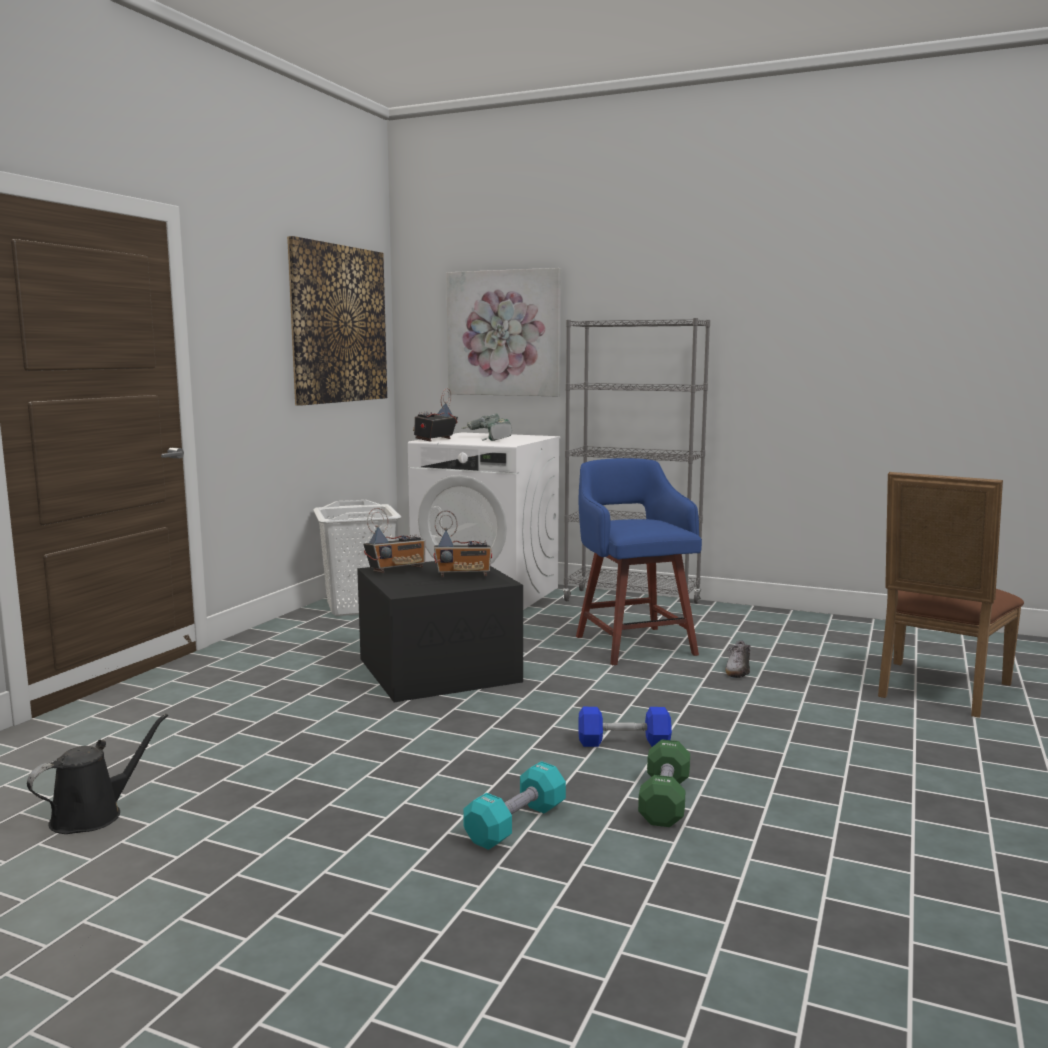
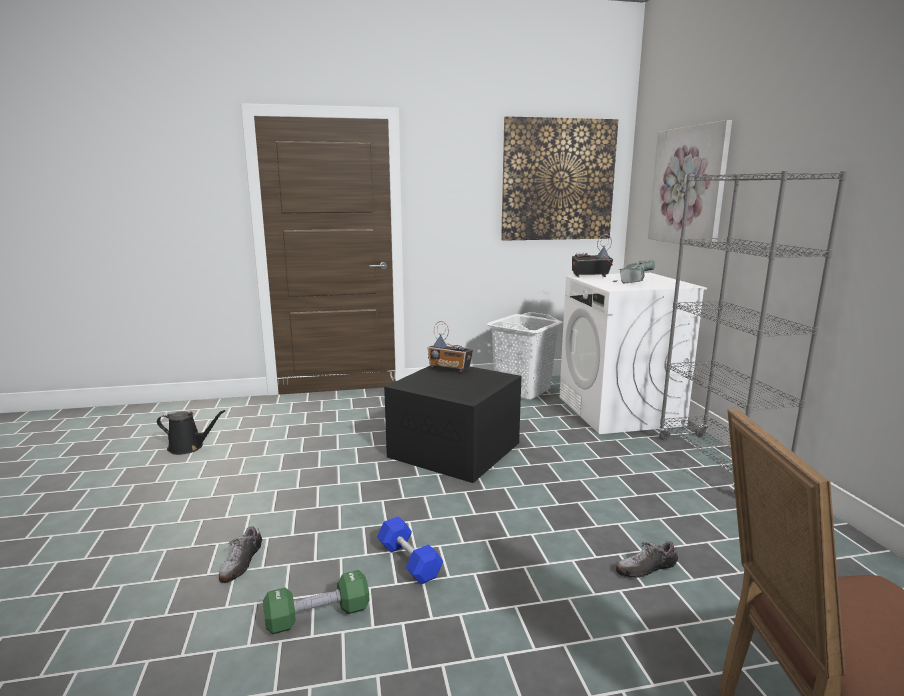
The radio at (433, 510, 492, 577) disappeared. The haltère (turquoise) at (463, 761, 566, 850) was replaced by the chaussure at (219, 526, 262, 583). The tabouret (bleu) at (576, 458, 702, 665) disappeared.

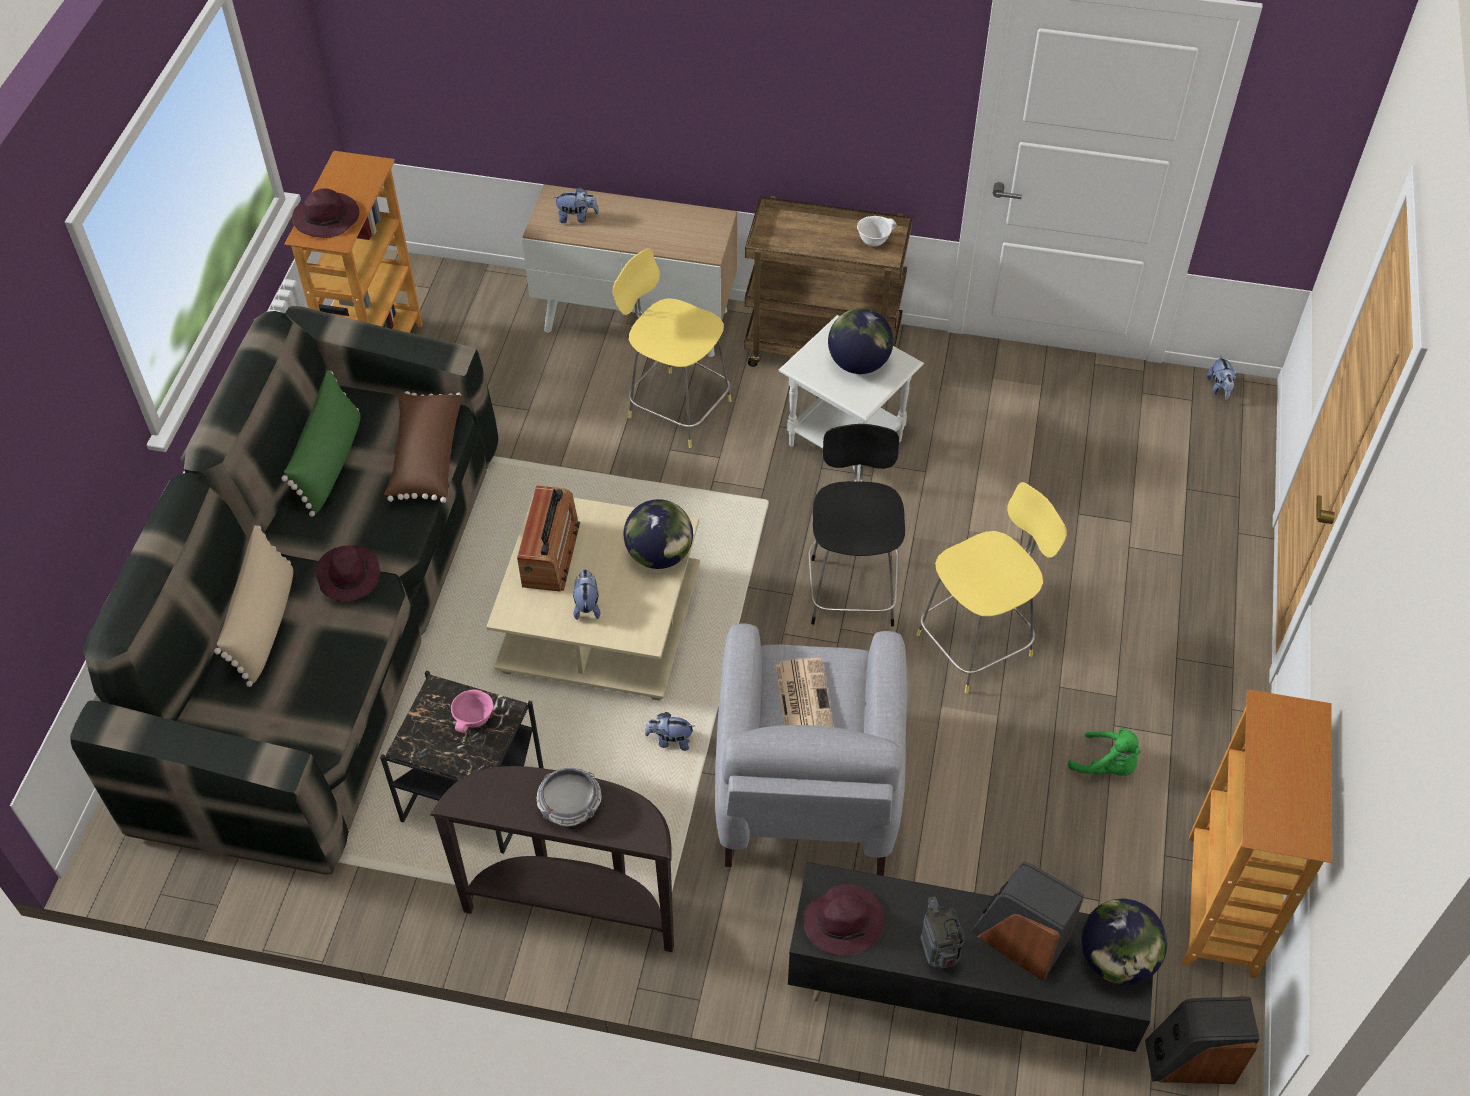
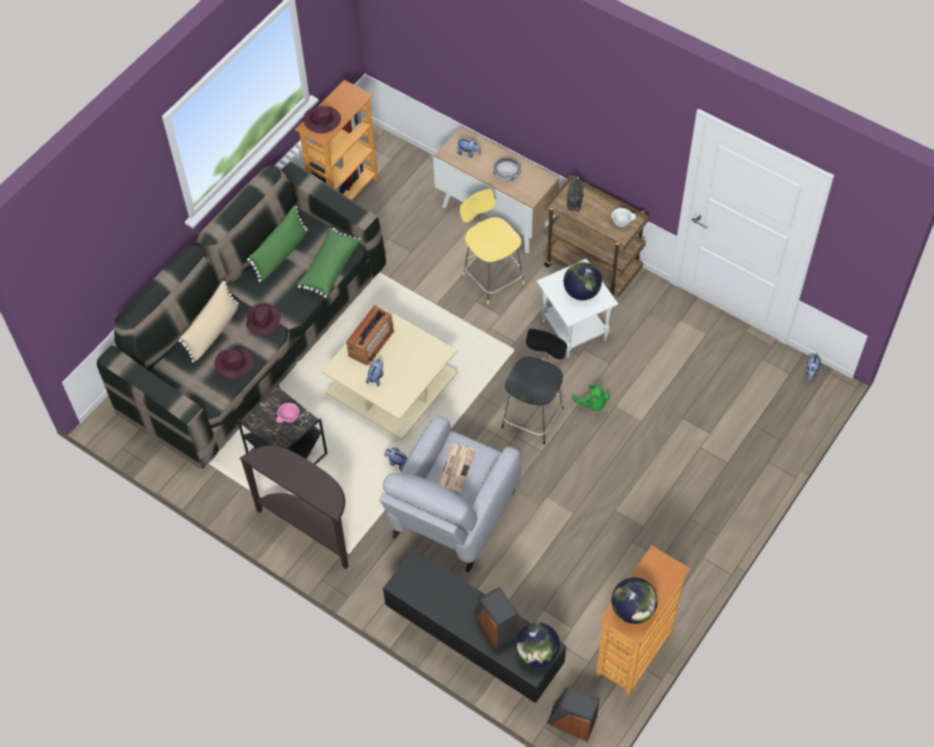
The coussin (marron) at (384, 391, 463, 503) became the coussin (vert) at (297, 228, 361, 298). The bol moved from (537, 768, 602, 827) to (493, 158, 521, 182). The globe moved from (624, 499, 693, 569) to (612, 578, 658, 624). The chapeau (violet) moved from (803, 884, 885, 956) to (214, 348, 254, 379). The tabouret (jaune) at (916, 482, 1067, 693) disappeared. The radio moved from (920, 897, 965, 969) to (567, 175, 584, 212). The peluche (vert) moved from (1068, 728, 1140, 776) to (572, 384, 610, 411).

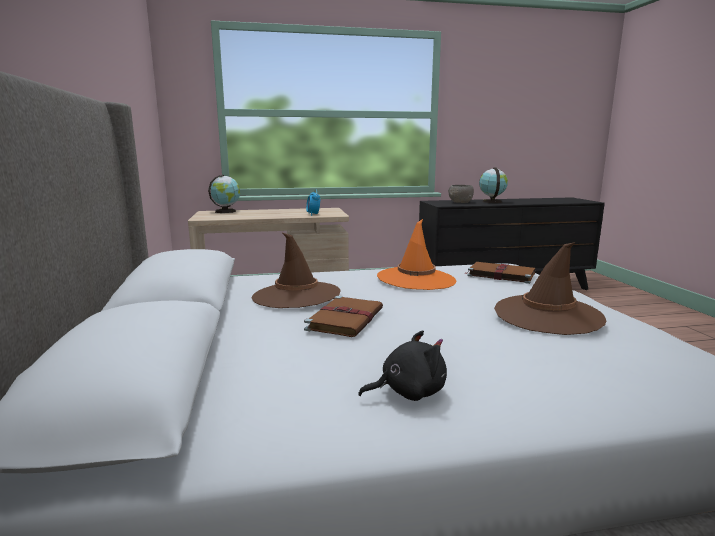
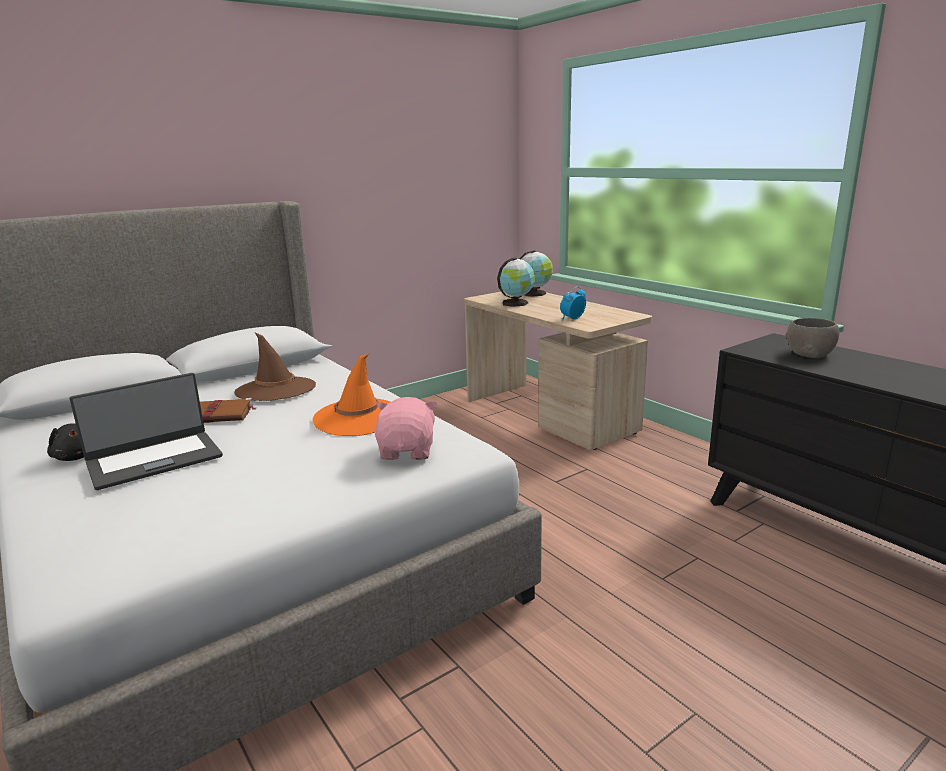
The livre (marron) at (463, 262, 536, 284) was replaced by the peluche (rose) at (375, 397, 437, 460). The globe moved from (479, 168, 508, 203) to (497, 257, 535, 307). The chapeau (marron) at (494, 242, 606, 335) disappeared. The ordinateur portable at (69, 373, 223, 490) appeared.

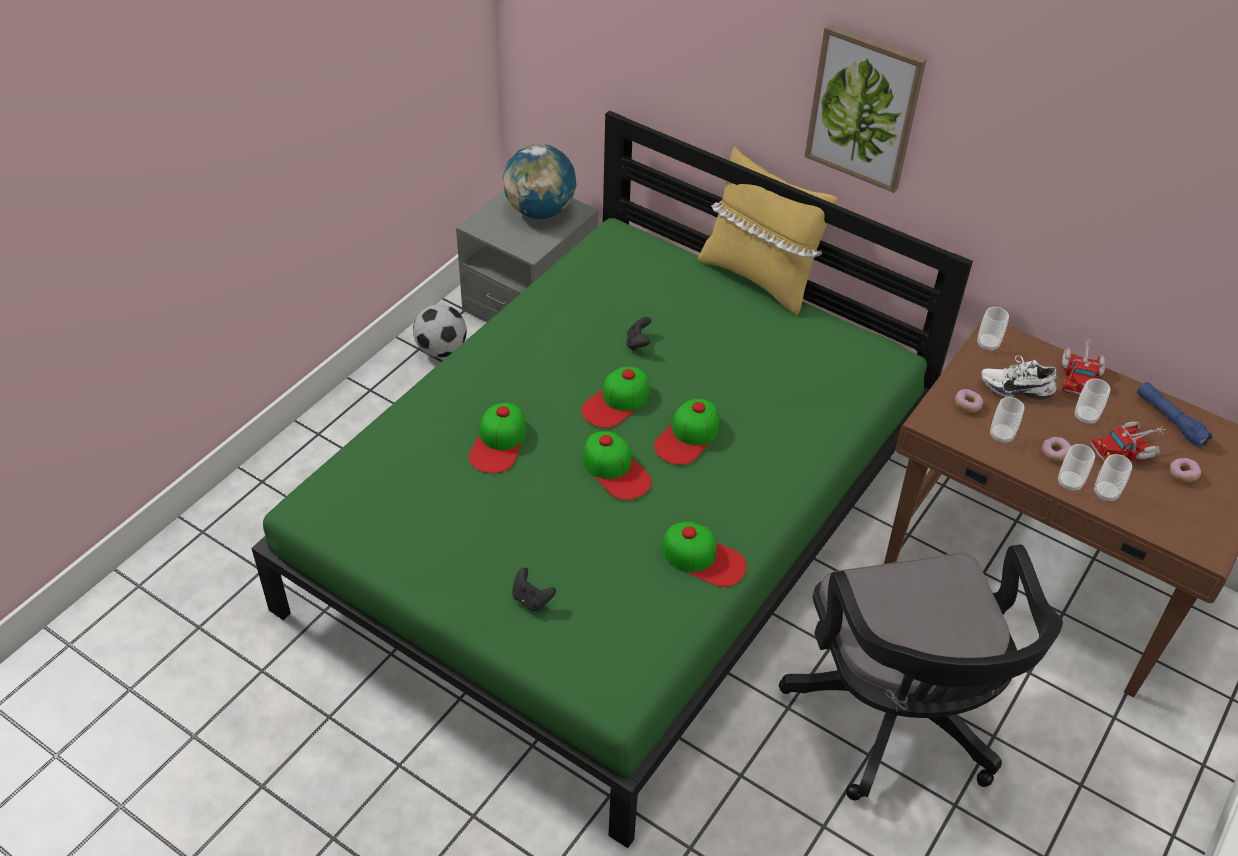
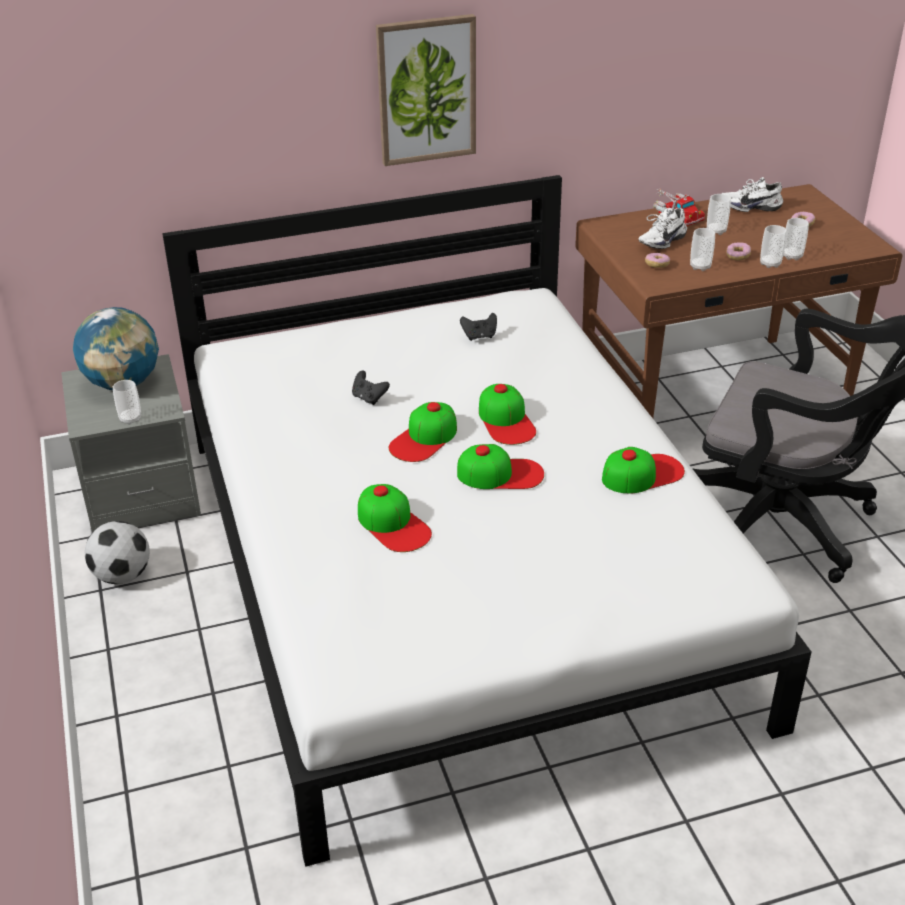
The lit (vert) at (251, 110, 973, 848) became the lit (blanc) at (162, 175, 812, 867). The manette (noir) moved from (512, 567, 556, 611) to (460, 313, 497, 341). The casquette at (581, 367, 649, 428) turned 45 degrees clockwise. The coussin (jaune) at (697, 147, 837, 316) disappeared. The tasse moved from (977, 307, 1009, 352) to (113, 380, 141, 425). The camion jouet at (1090, 421, 1166, 462) disappeared. The lampe de poche (bleu) at (1137, 382, 1213, 448) was replaced by the chaussure (blanc) at (722, 177, 783, 212).

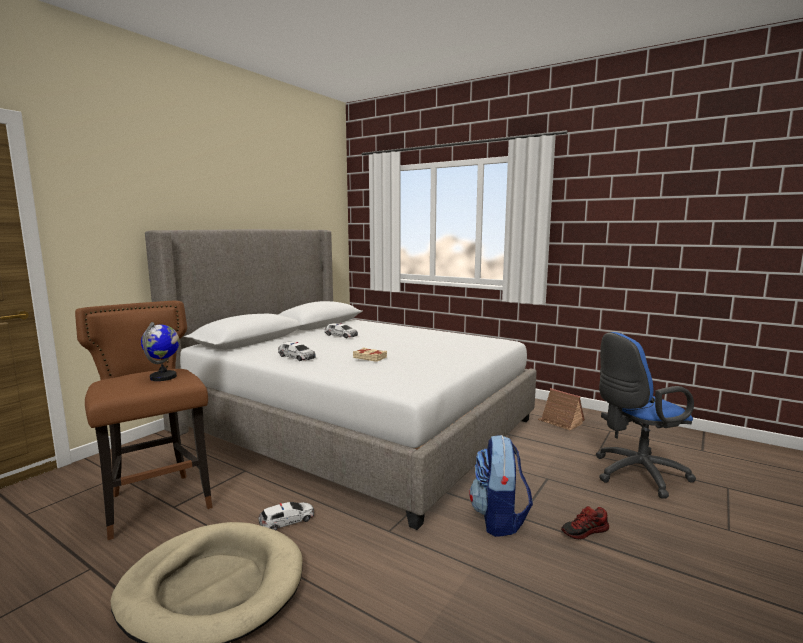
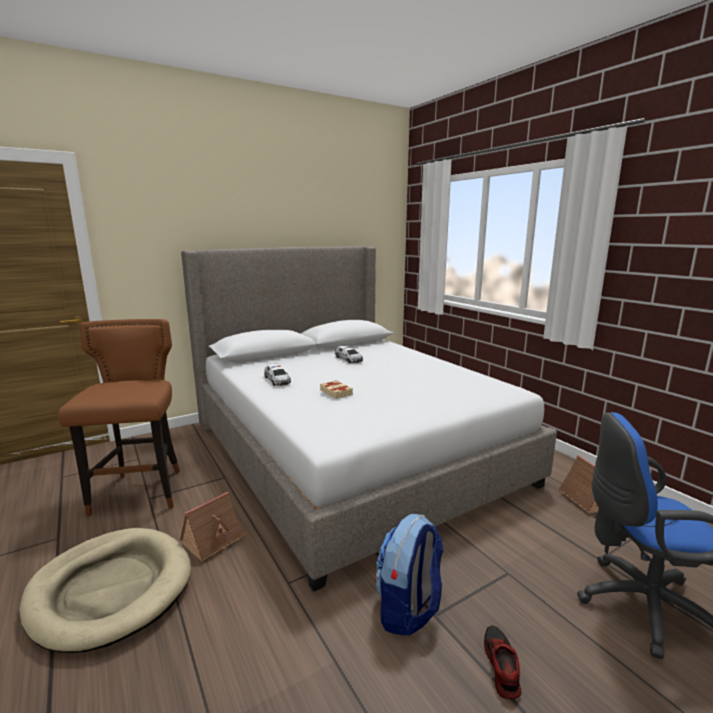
The globe at (141, 322, 180, 381) disappeared. The petite voiture at (258, 502, 314, 530) was replaced by the maison miniature at (180, 492, 248, 562). The chaussure at (561, 506, 609, 540) turned 90 degrees clockwise.

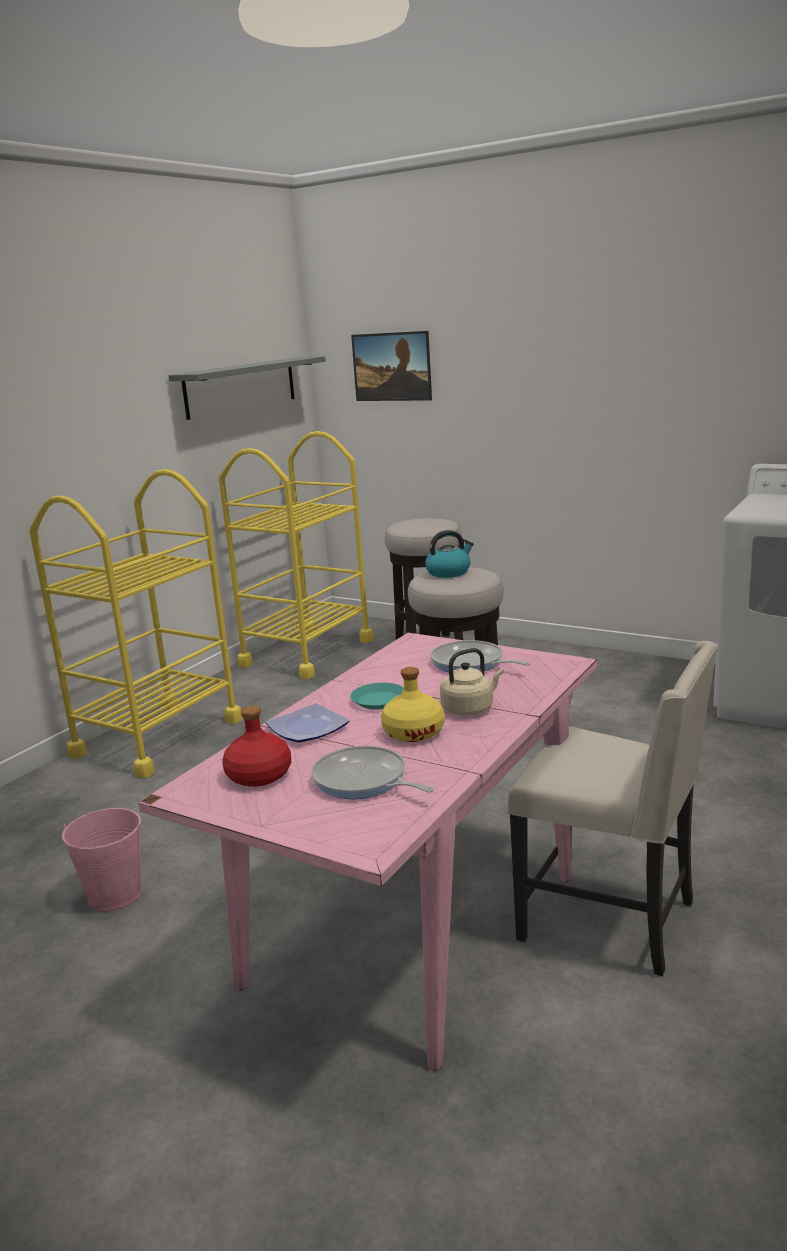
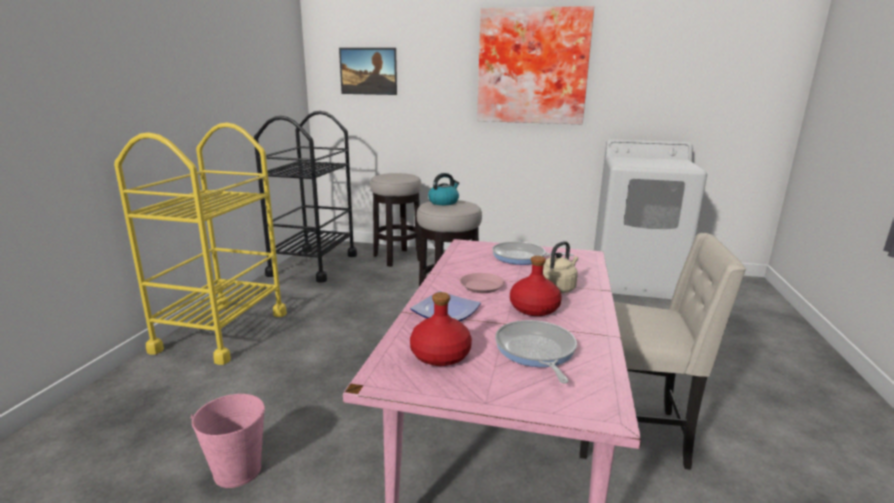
The étagère (gris) at (168, 356, 326, 420) disappeared. The chariot (jaune) at (219, 431, 374, 679) became the chariot (noir) at (254, 111, 357, 283). The poêle at (311, 746, 434, 799) turned 60 degrees clockwise. The assiette (turquoise) at (350, 683, 404, 709) became the assiette (rose) at (460, 273, 505, 293). The bouteille (jaune) at (381, 667, 445, 742) became the bouteille (rouge) at (510, 256, 562, 316). The tableau at (477, 6, 594, 124) appeared.

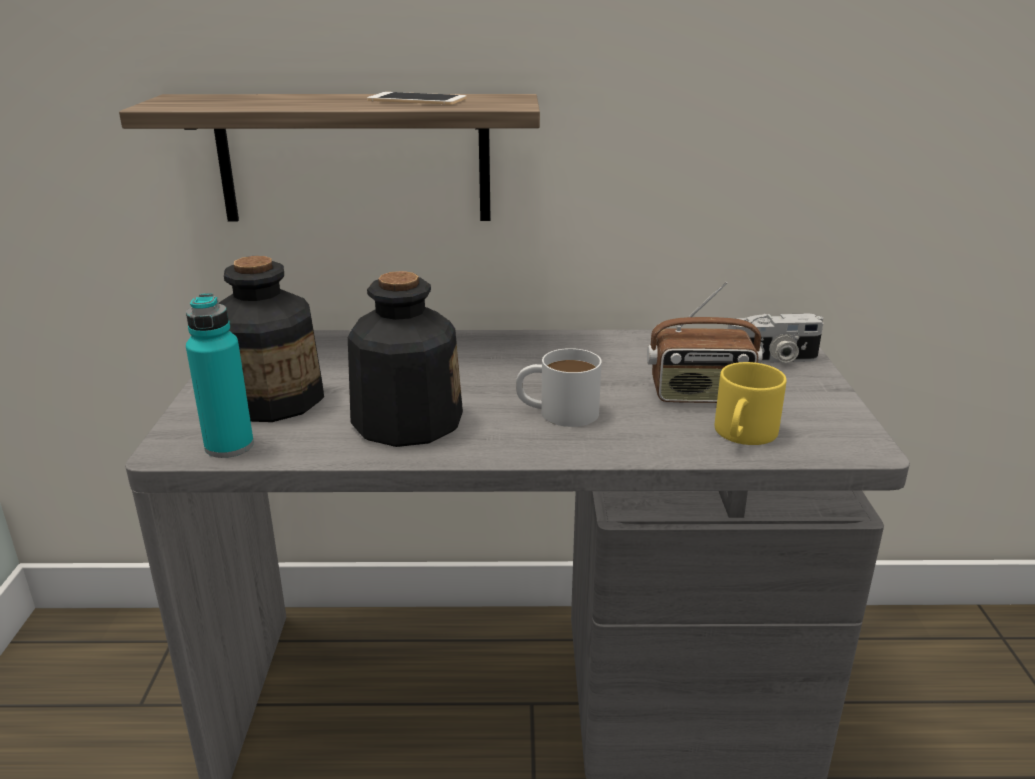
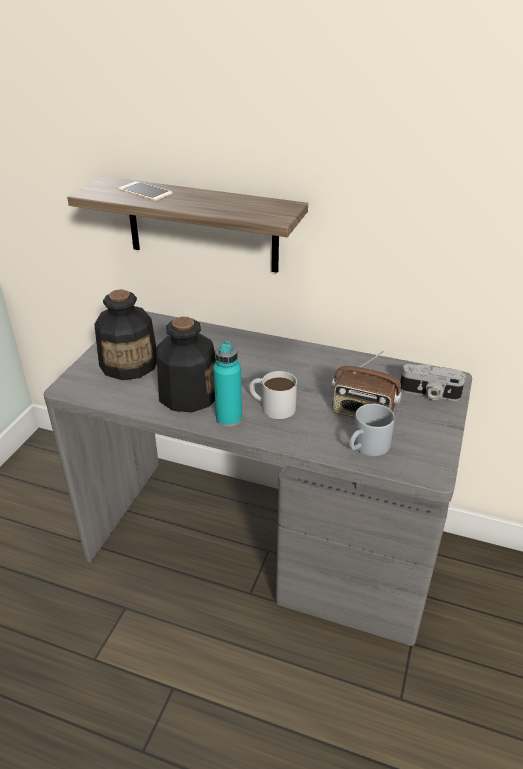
The bouteille (turquoise) moved from (186, 293, 254, 458) to (213, 341, 242, 427). The téléphone moved from (367, 92, 466, 105) to (118, 181, 173, 201). The mug (jaune) at (715, 362, 786, 445) became the mug (gris) at (349, 403, 395, 456).

